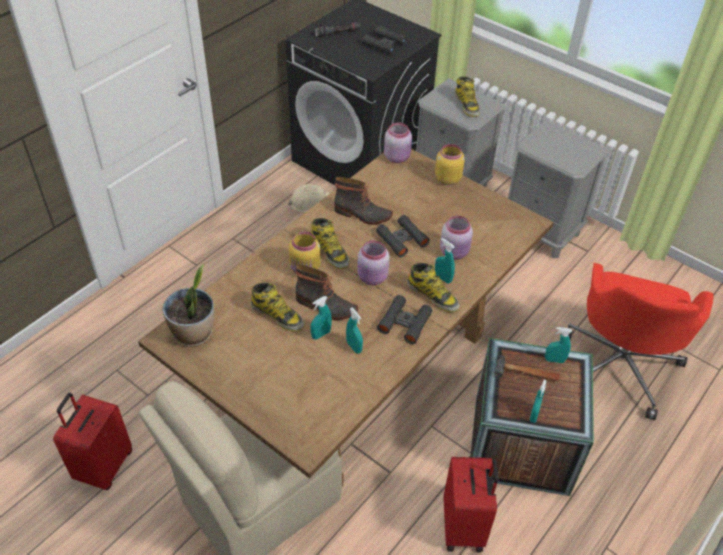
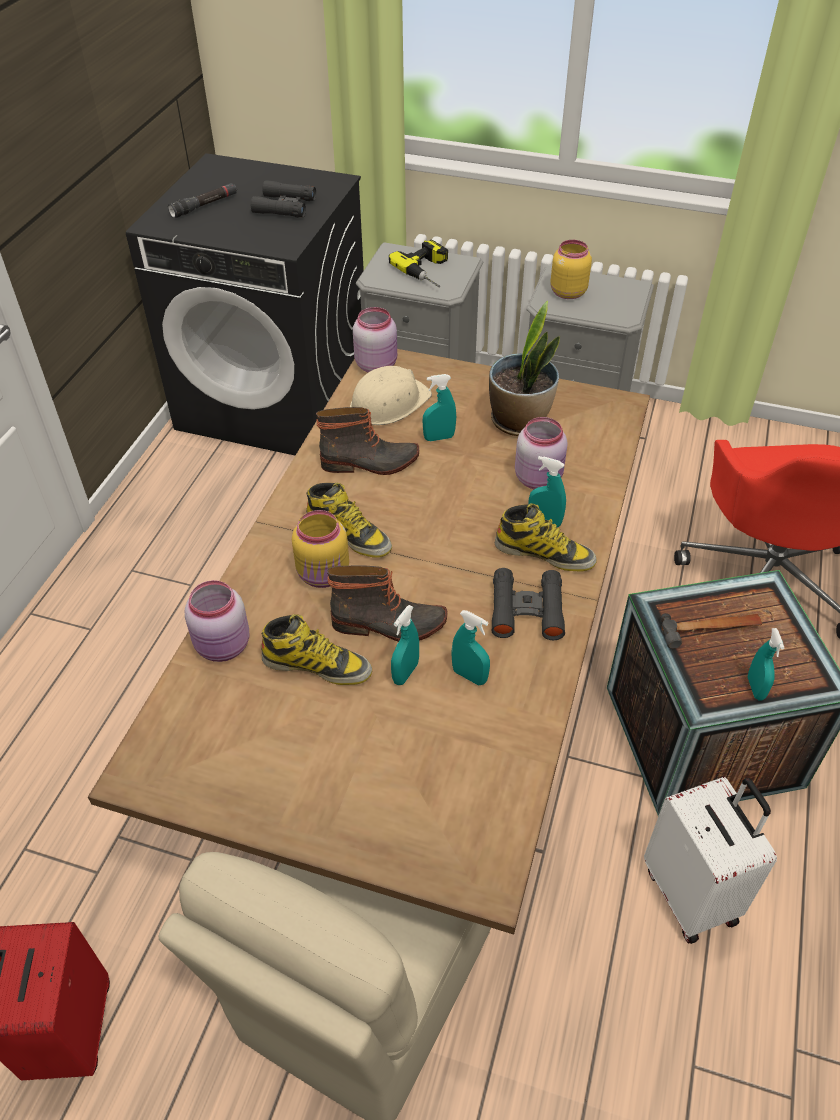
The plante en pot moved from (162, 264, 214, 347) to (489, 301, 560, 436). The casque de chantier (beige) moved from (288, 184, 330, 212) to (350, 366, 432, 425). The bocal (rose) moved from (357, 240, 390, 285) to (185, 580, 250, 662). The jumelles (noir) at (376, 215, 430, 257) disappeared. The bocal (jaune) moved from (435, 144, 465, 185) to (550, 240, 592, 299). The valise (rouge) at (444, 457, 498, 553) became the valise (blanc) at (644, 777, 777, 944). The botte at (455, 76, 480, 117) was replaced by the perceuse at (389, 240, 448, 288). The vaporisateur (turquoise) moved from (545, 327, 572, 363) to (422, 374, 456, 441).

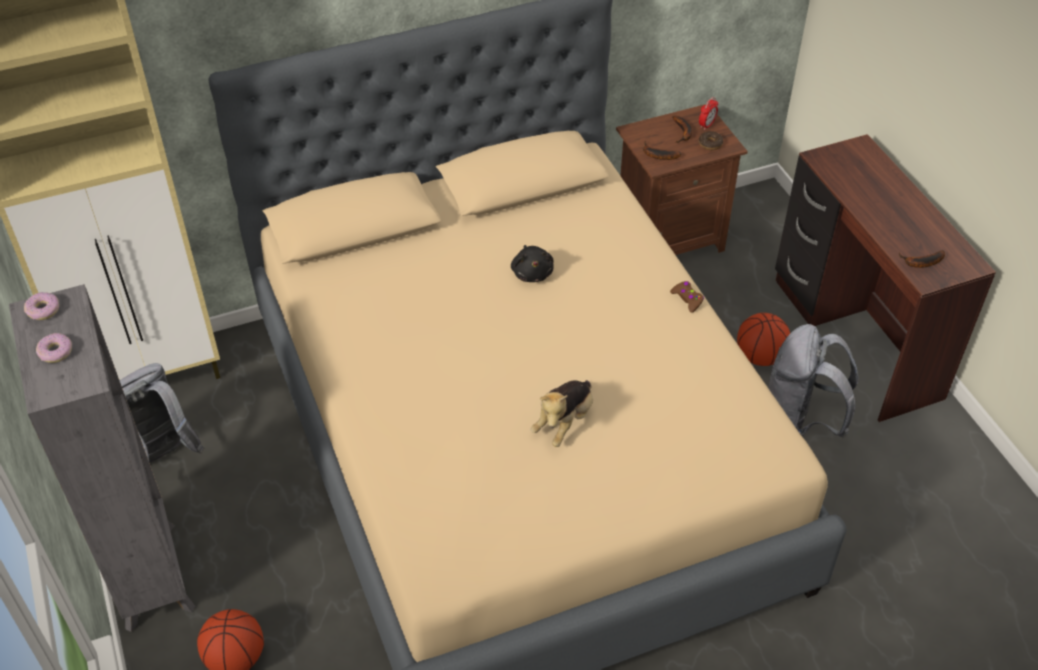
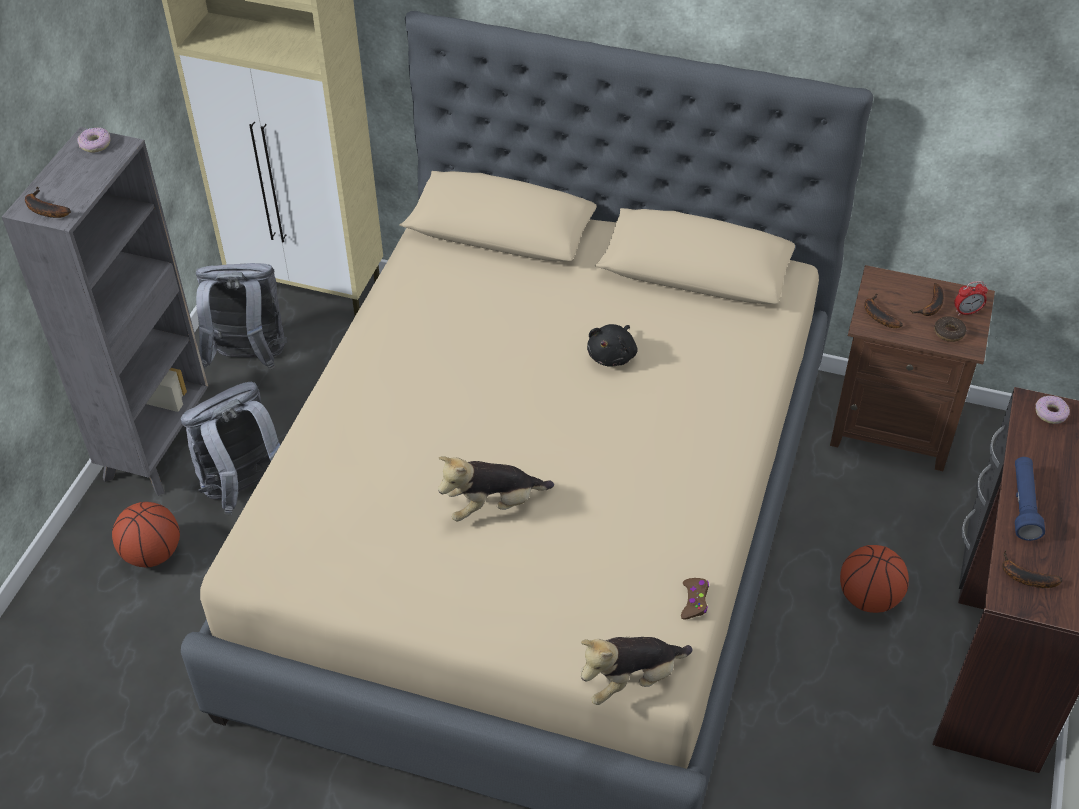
The beignet moved from (36, 333, 72, 363) to (1036, 396, 1070, 424). The manette (marron) moved from (670, 281, 704, 313) to (681, 578, 709, 620). The sac à dos (gris) moved from (769, 324, 859, 438) to (181, 382, 280, 515). The banane at (25, 187, 71, 218) appeared. The peluche at (581, 636, 693, 705) appeared. The lampe de poche (bleu) at (1015, 457, 1045, 541) appeared.

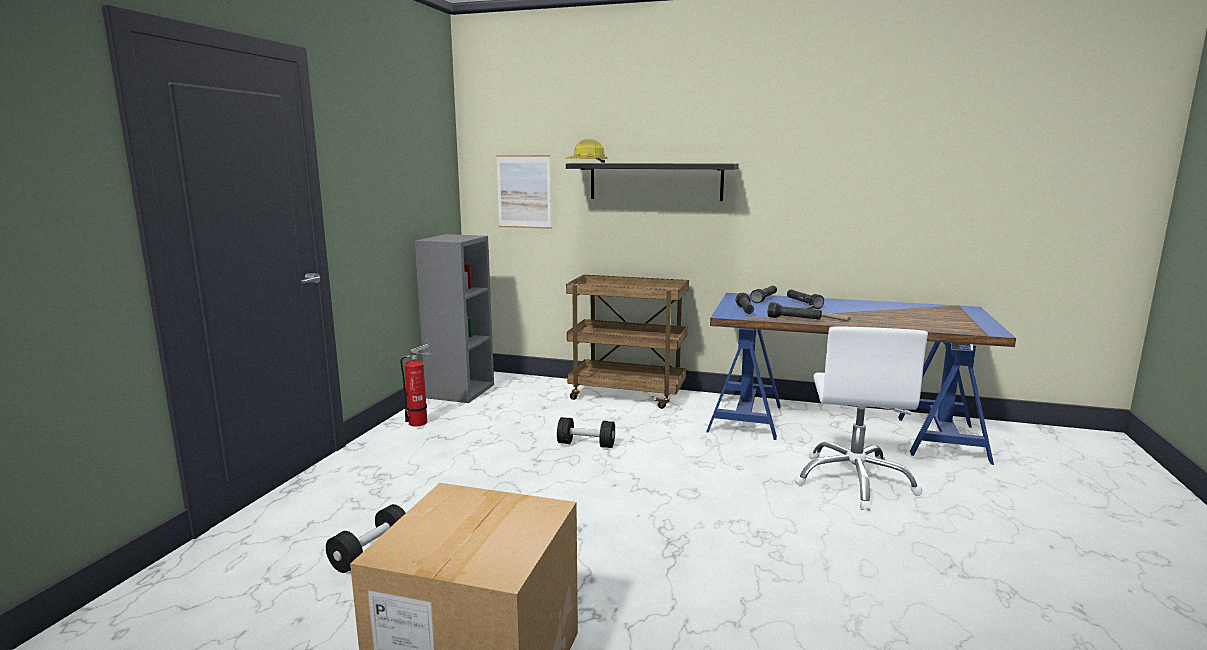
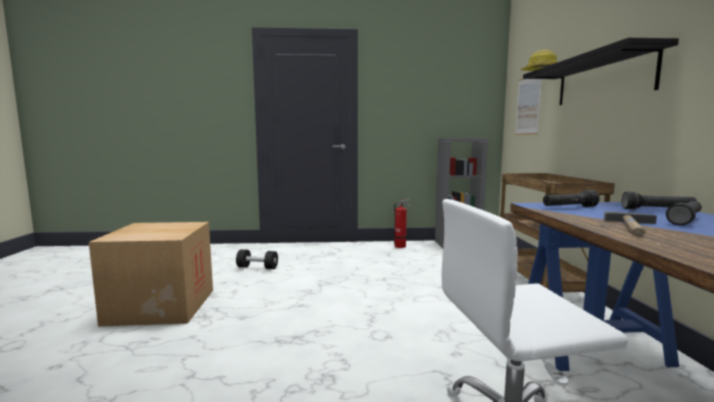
The haltère (noir) at (557, 417, 615, 448) disappeared. The lampe de poche (noir) at (768, 302, 822, 320) disappeared.

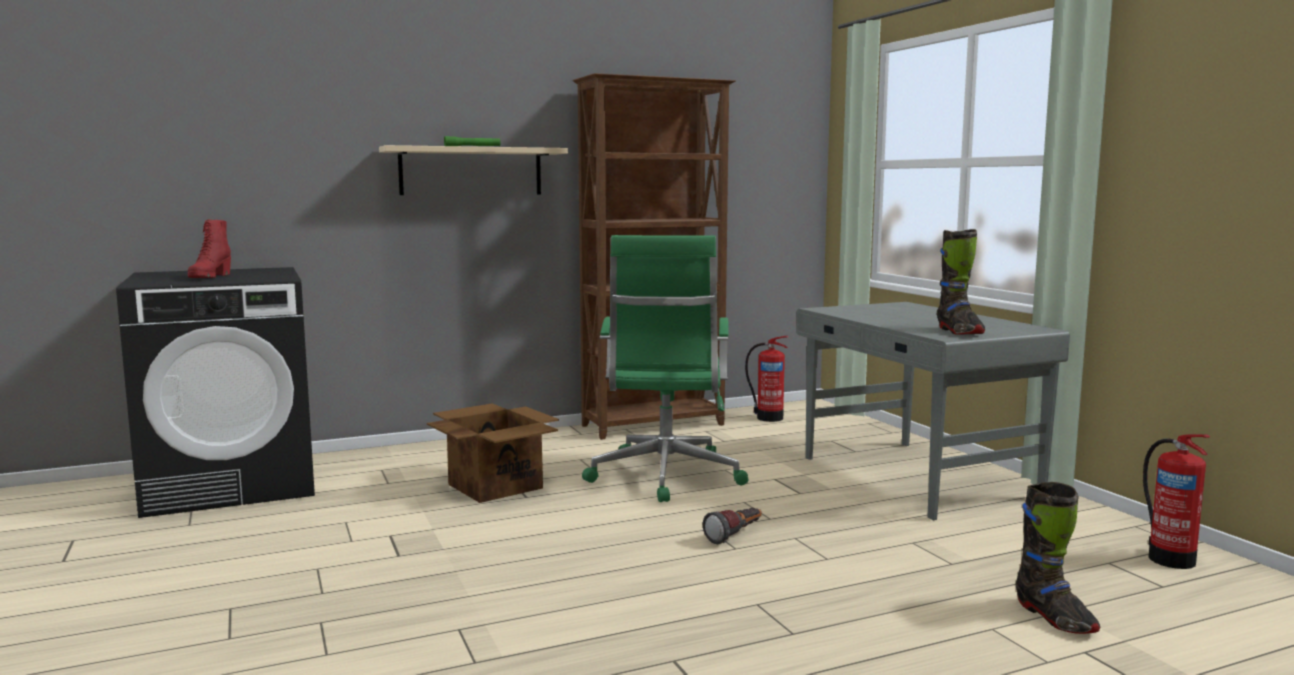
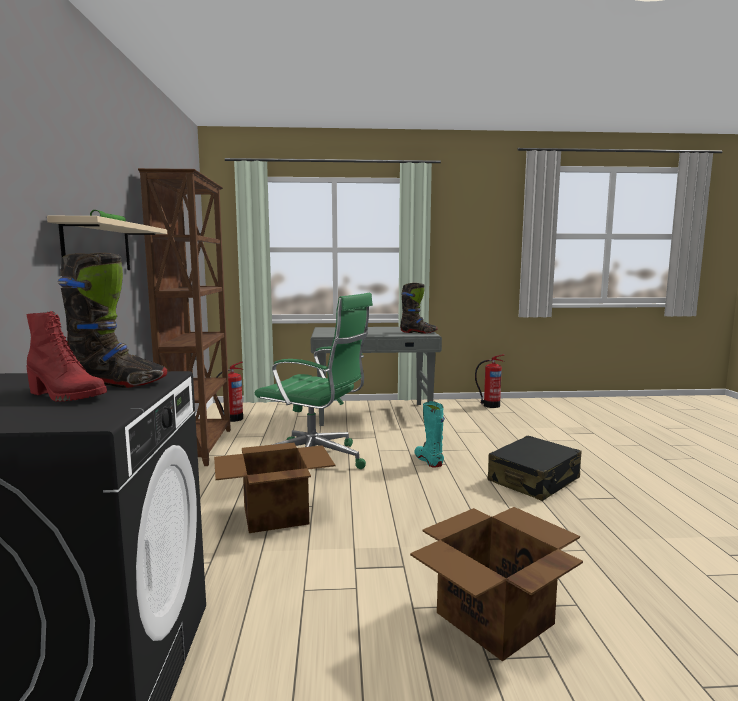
The lampe de poche at (703, 508, 762, 544) was replaced by the botte (turquoise) at (414, 401, 445, 467). The botte (noir) moved from (1016, 482, 1100, 634) to (58, 253, 167, 388). The carton at (410, 507, 583, 662) appeared. The valise (noir) at (487, 436, 582, 501) appeared.

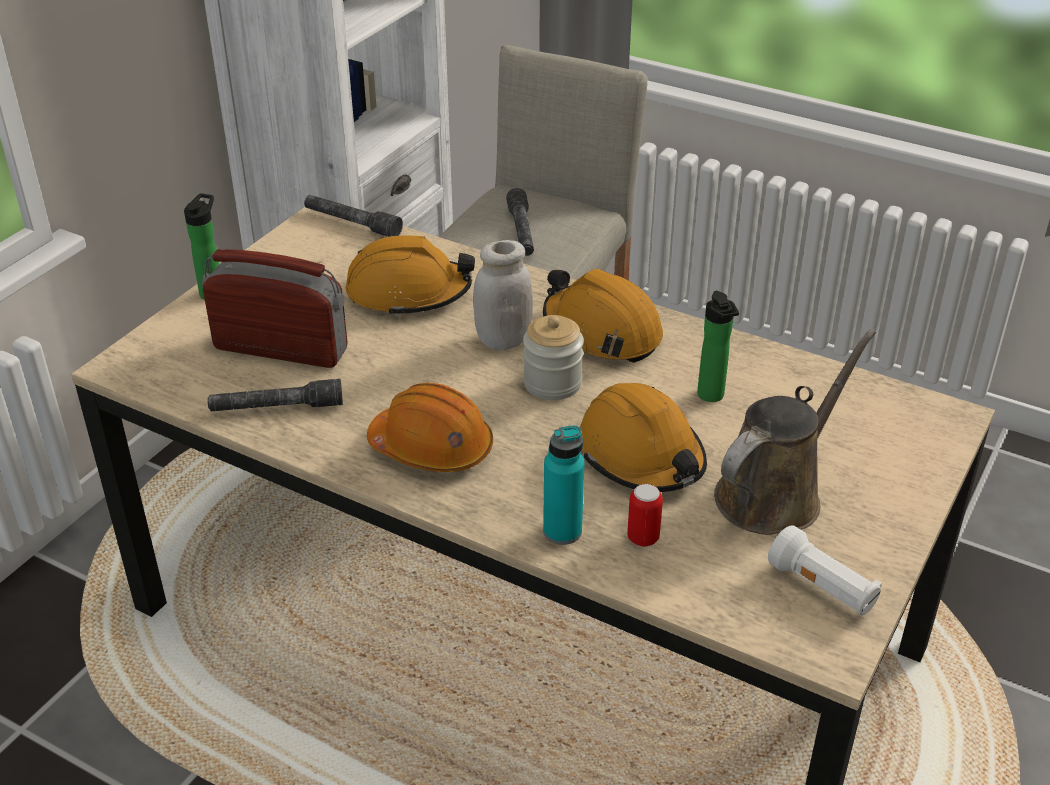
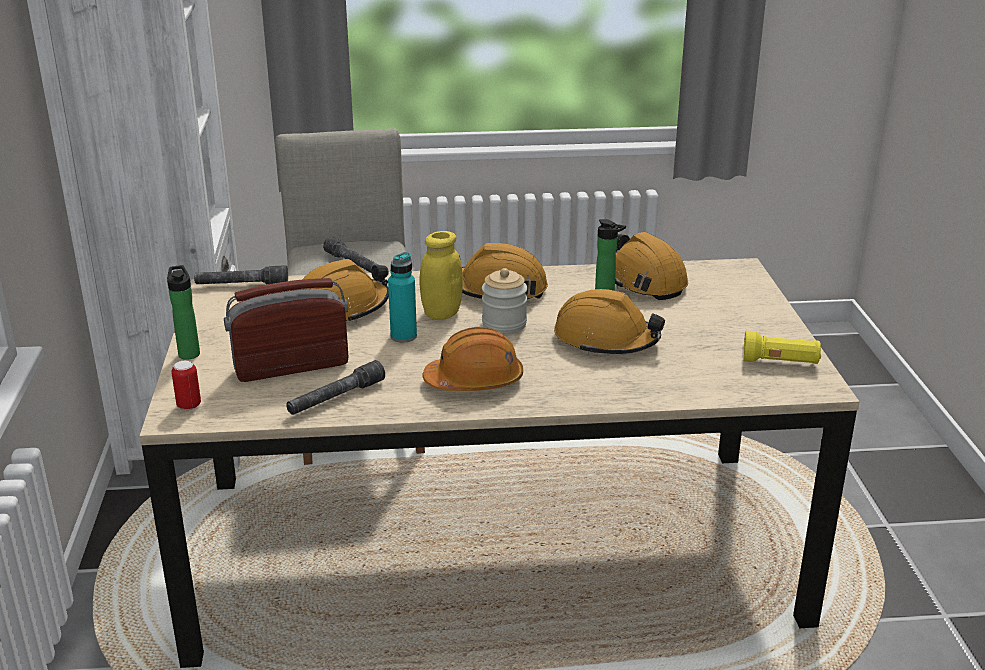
The bocal (blanc) at (473, 240, 533, 350) became the bocal (jaune) at (420, 231, 463, 320). The bouteille (turquoise) moved from (543, 425, 585, 545) to (388, 252, 417, 343). The boîte métallique moved from (627, 484, 663, 547) to (171, 361, 201, 410). The arrosoir (marron) at (714, 329, 876, 535) disappeared. The lampe de poche (blanc) at (768, 525, 882, 615) became the lampe de poche (jaune) at (743, 331, 821, 364). The casque de chantier (orange) at (615, 232, 688, 300) appeared.

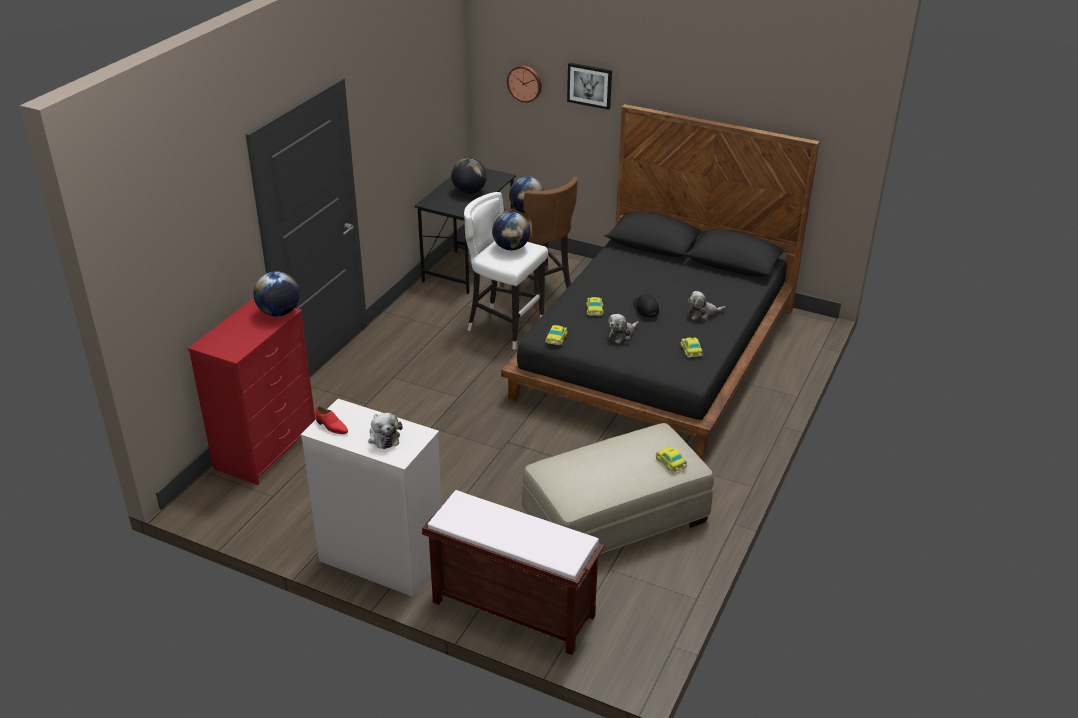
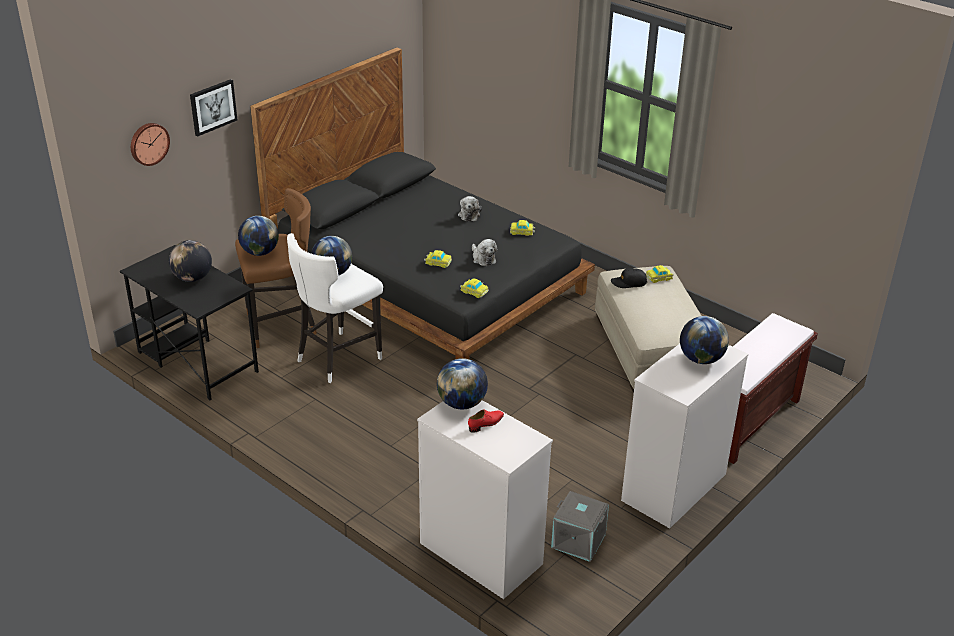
The commode (rouge) at (188, 298, 315, 485) became the commode (blanc) at (417, 400, 553, 599). The chaussure (rouge) moved from (315, 406, 348, 434) to (468, 410, 504, 433). The peluche at (368, 413, 402, 449) was replaced by the globe at (680, 316, 729, 364). The casquette (noir) moved from (633, 294, 659, 318) to (611, 268, 647, 288). The boîte de rangement (gris) at (551, 491, 609, 562) appeared.

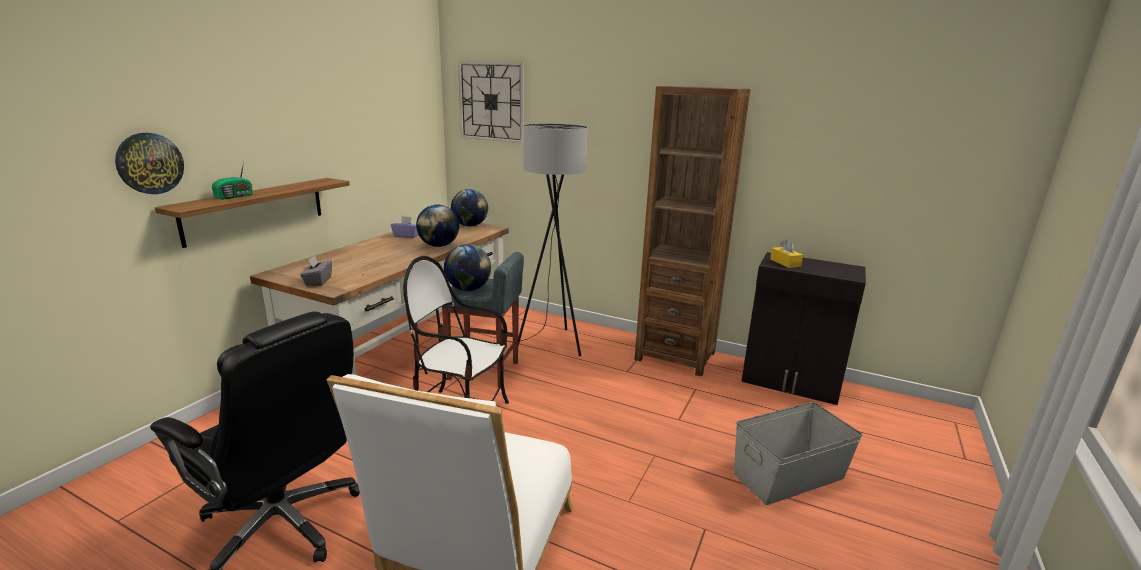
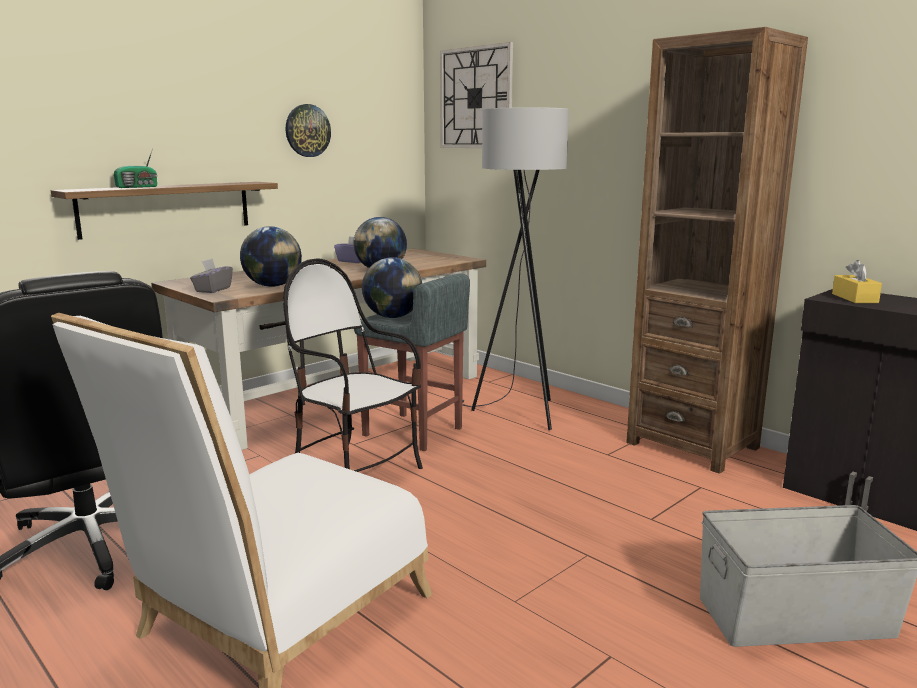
The horloge murale moved from (115, 133, 184, 194) to (286, 104, 331, 157). The globe moved from (451, 189, 488, 226) to (240, 226, 302, 287).

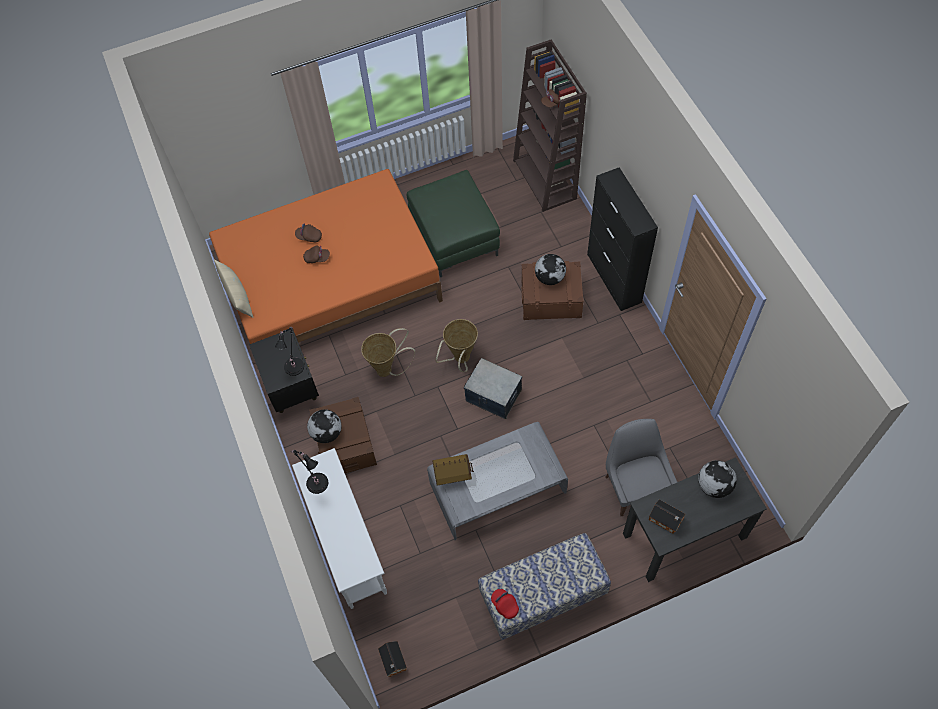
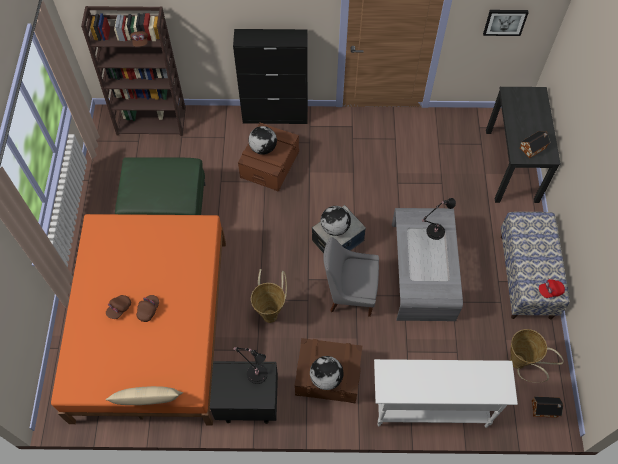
The lampe de table (noir) moved from (291, 450, 328, 494) to (422, 198, 456, 240). The maison miniature at (432, 454, 474, 485) disappeared. The panier moved from (435, 319, 478, 372) to (510, 329, 564, 383). The chaise (gris) moved from (605, 419, 677, 516) to (323, 237, 379, 317). The globe moved from (698, 460, 737, 498) to (321, 206, 351, 236). The tableau at (483, 10, 529, 36) appeared.

